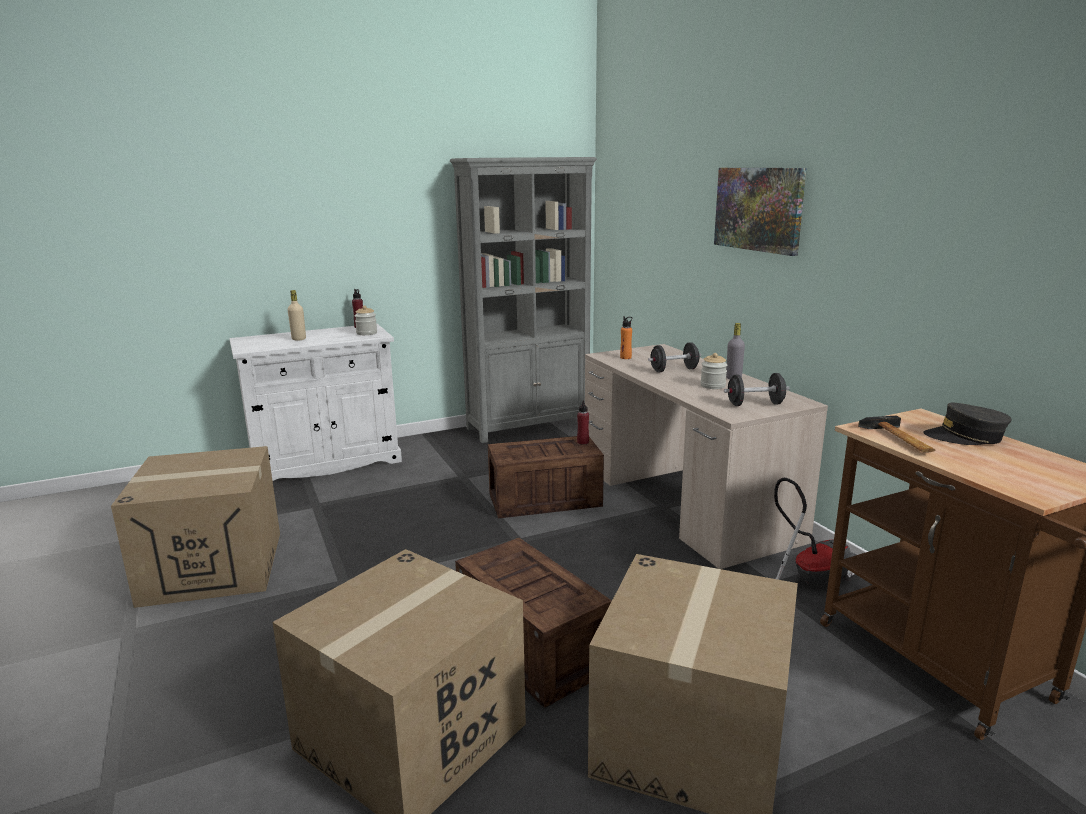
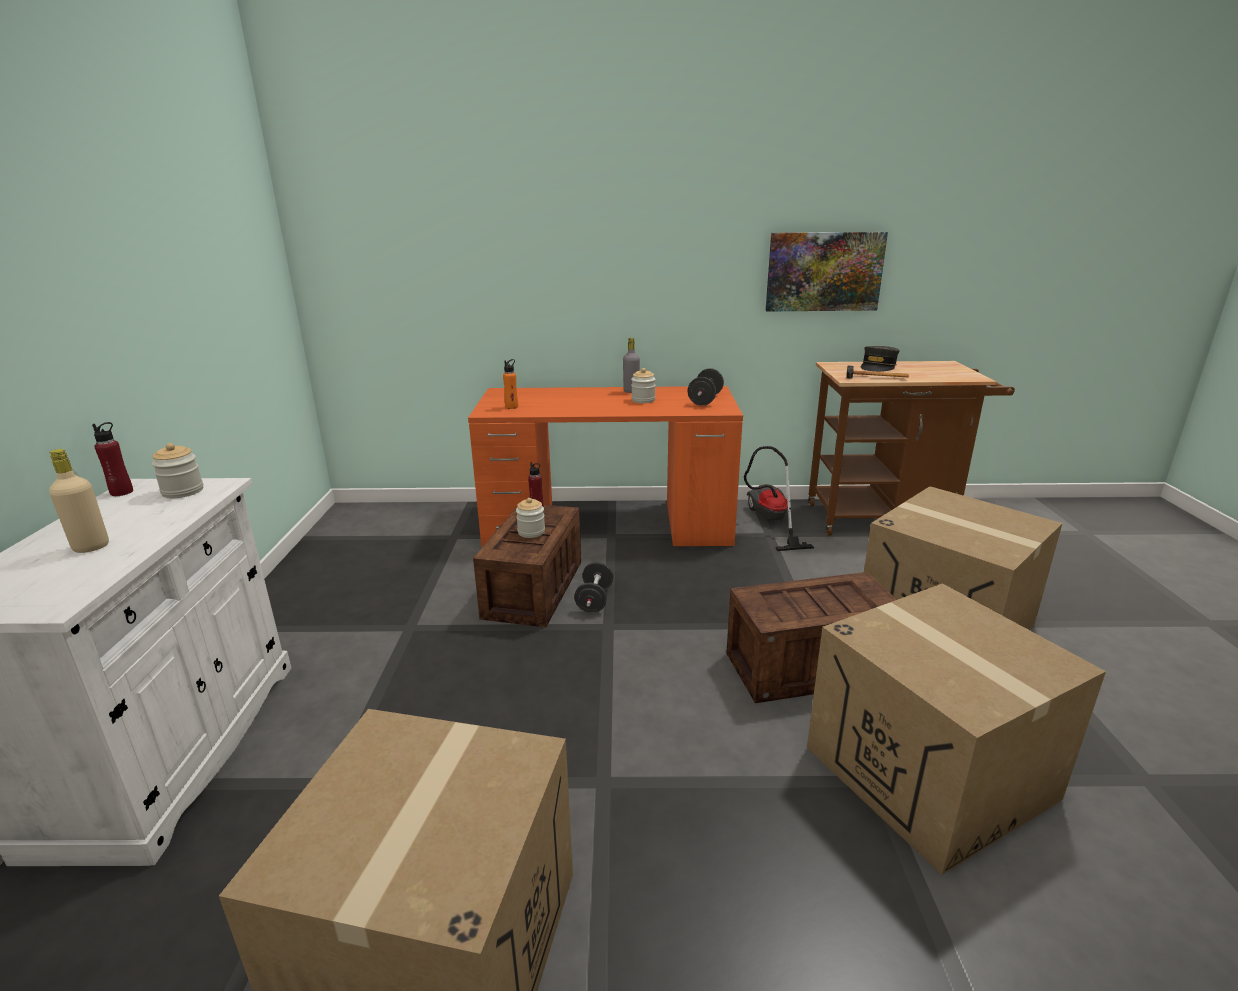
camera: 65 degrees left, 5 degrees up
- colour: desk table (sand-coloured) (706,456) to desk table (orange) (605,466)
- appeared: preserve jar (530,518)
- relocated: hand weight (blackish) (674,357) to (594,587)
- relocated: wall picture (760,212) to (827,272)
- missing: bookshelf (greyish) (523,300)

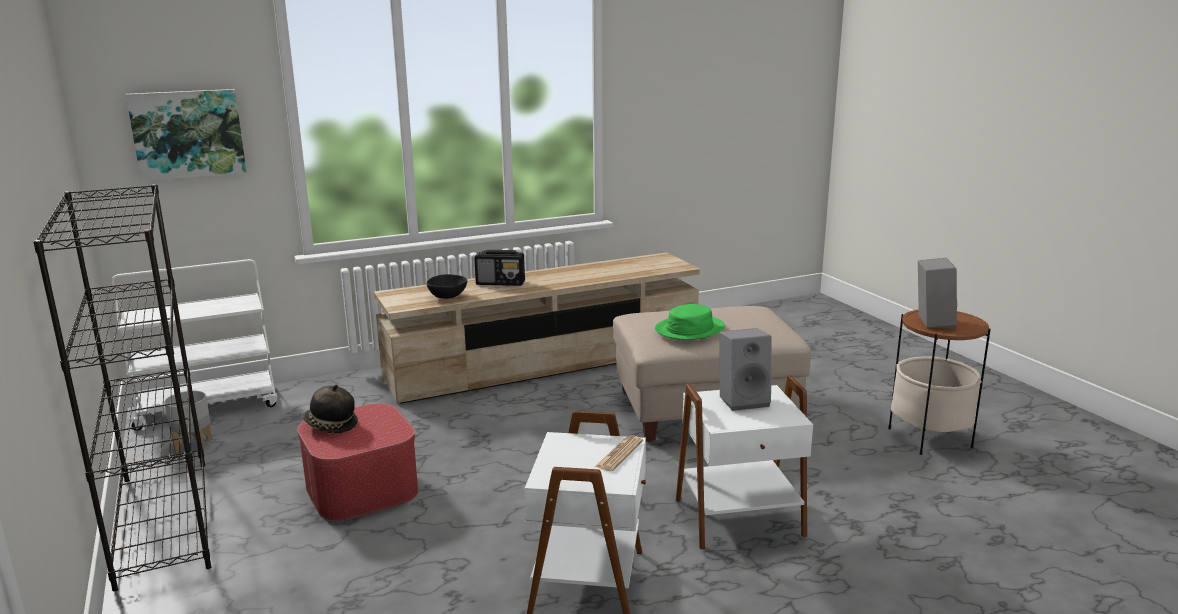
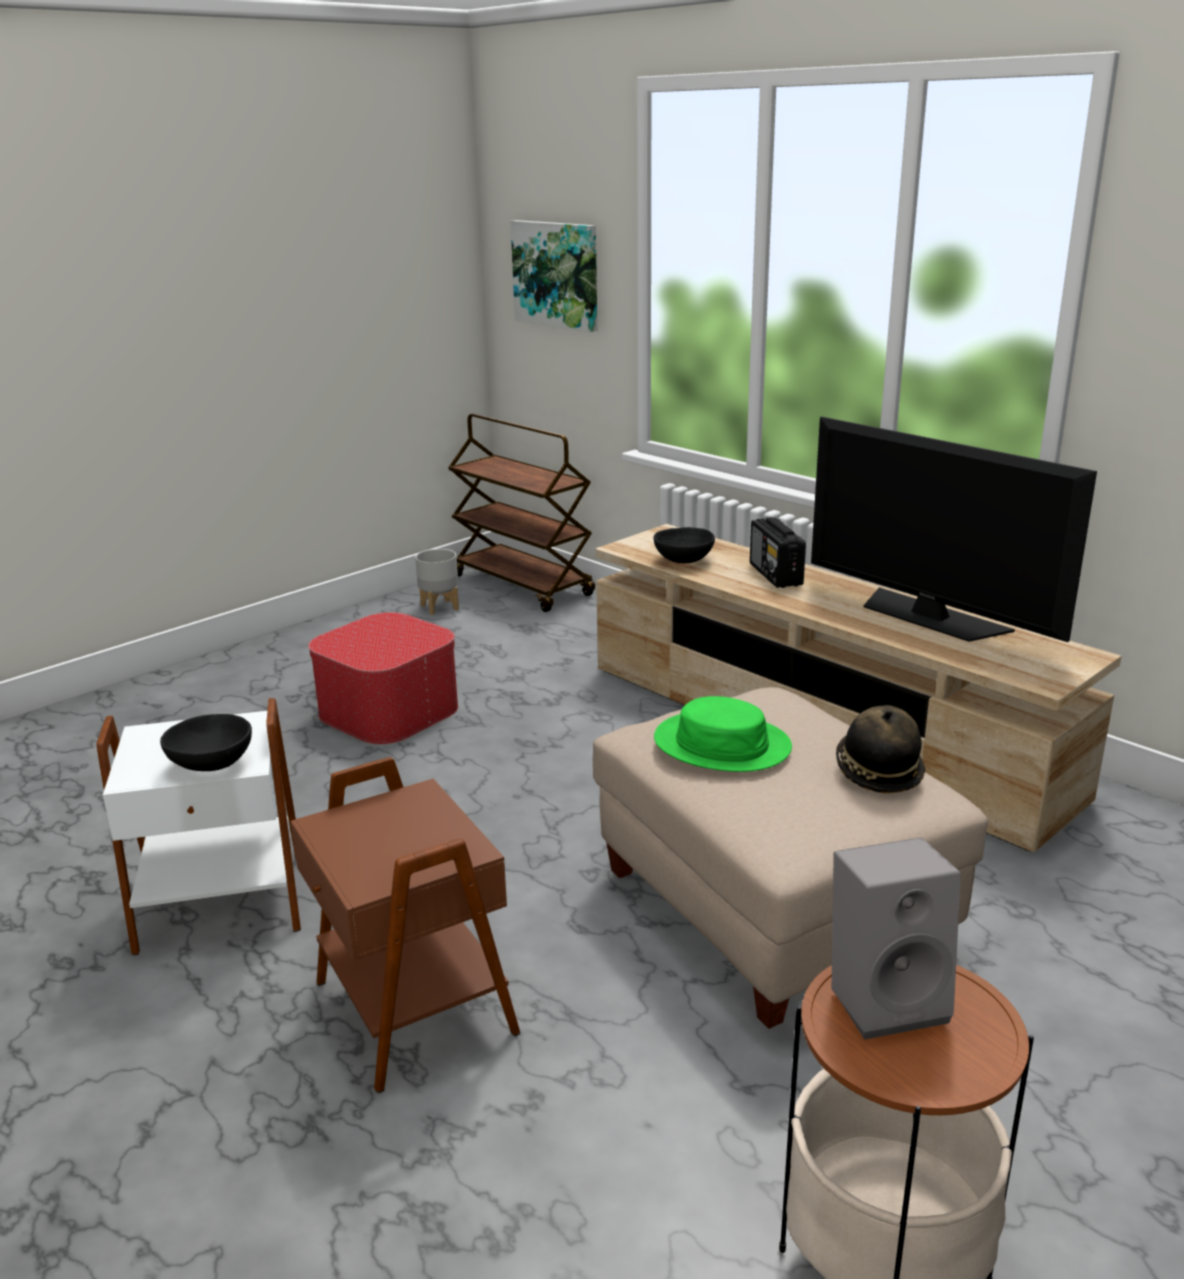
camera: 70 degrees right, 5 degrees up
- exchanged: printed paper (619,453) to serving bowl (blackish) (206,742)
- colour: end table (whitish) (744,462) to end table (brown) (405,925)
- colour: wheeled cart (whitish) (194,345) to wheeled cart (brown) (521,512)
- appeared: TV set (954,529)
- relocated: hat (330,409) to (880,749)
- missing: bookshelf (blackish) (122,387)
- missing: speaker (greyish) (745,369)

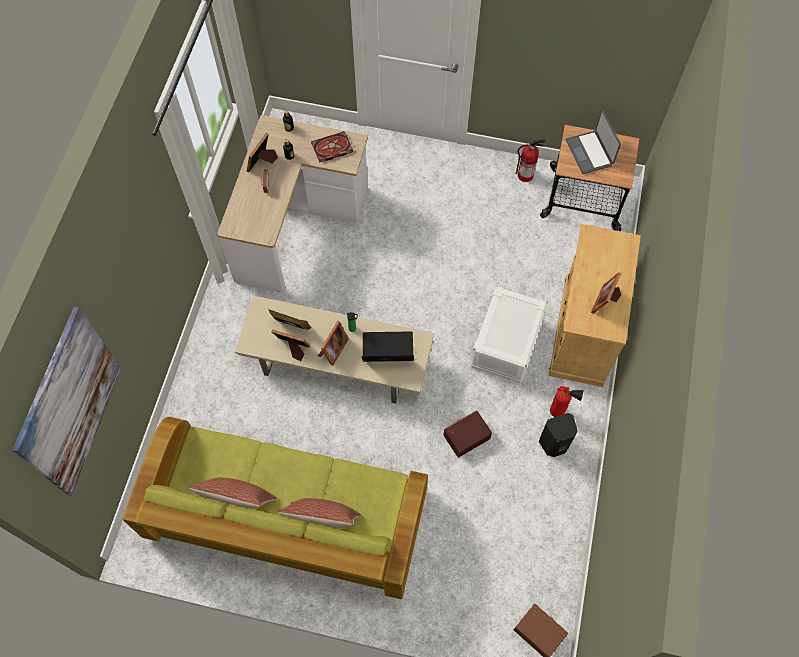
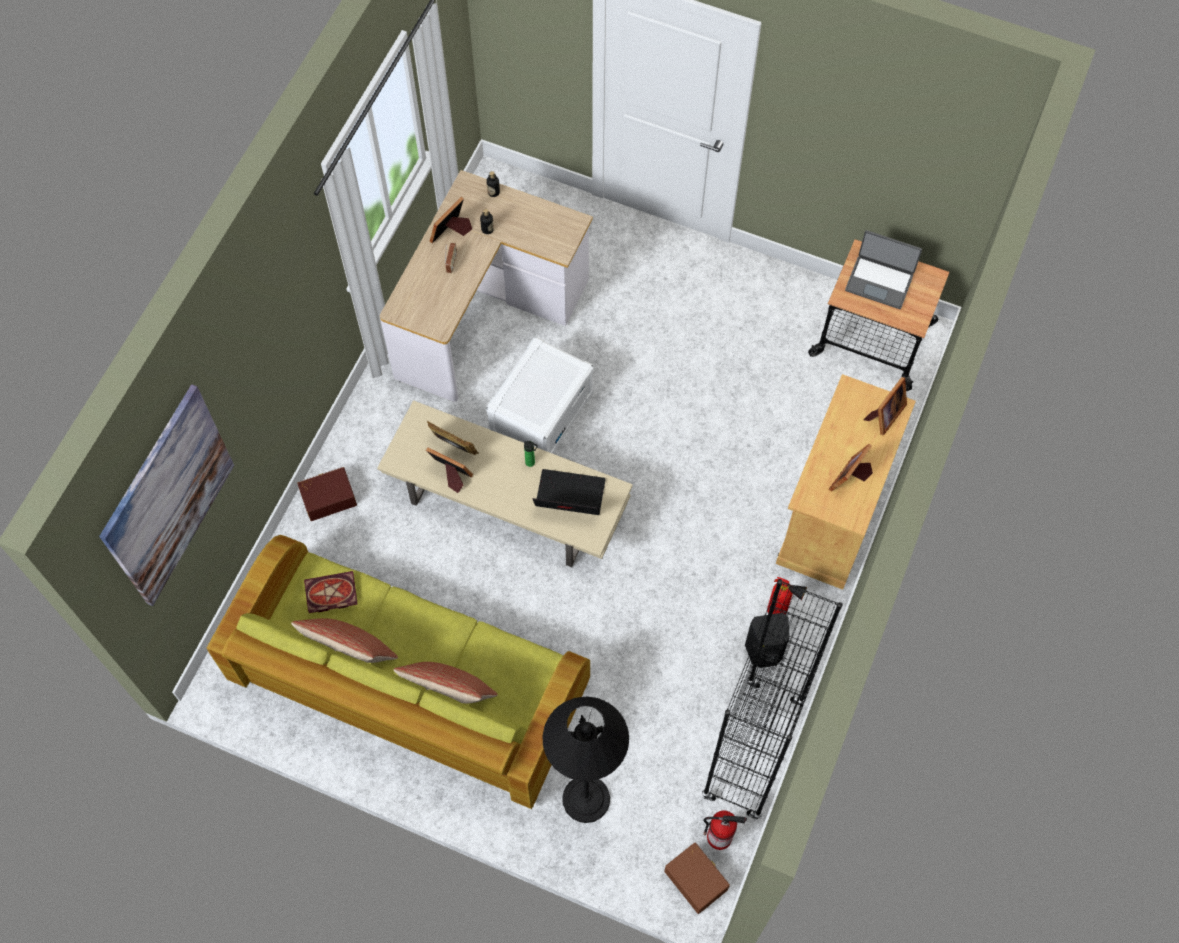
camera: 10 degrees right, 0 degrees up
- relocated: storage bin (brown) (467,434) to (327,494)
- relocated: book (332,147) to (331,592)
- relocated: storage bin (whitish) (509,335) to (539,395)
- appeared: standard lamp (blackish) (585,759)
- appeared: bookshelf (blackish) (772,699)
- relocated: fire extinguisher (531,161) to (725,830)
- spun: notebook computer (593,142) = (883,269) 60 degrees counterclockwise
- relocated: photo frame (333,343) to (885,406)

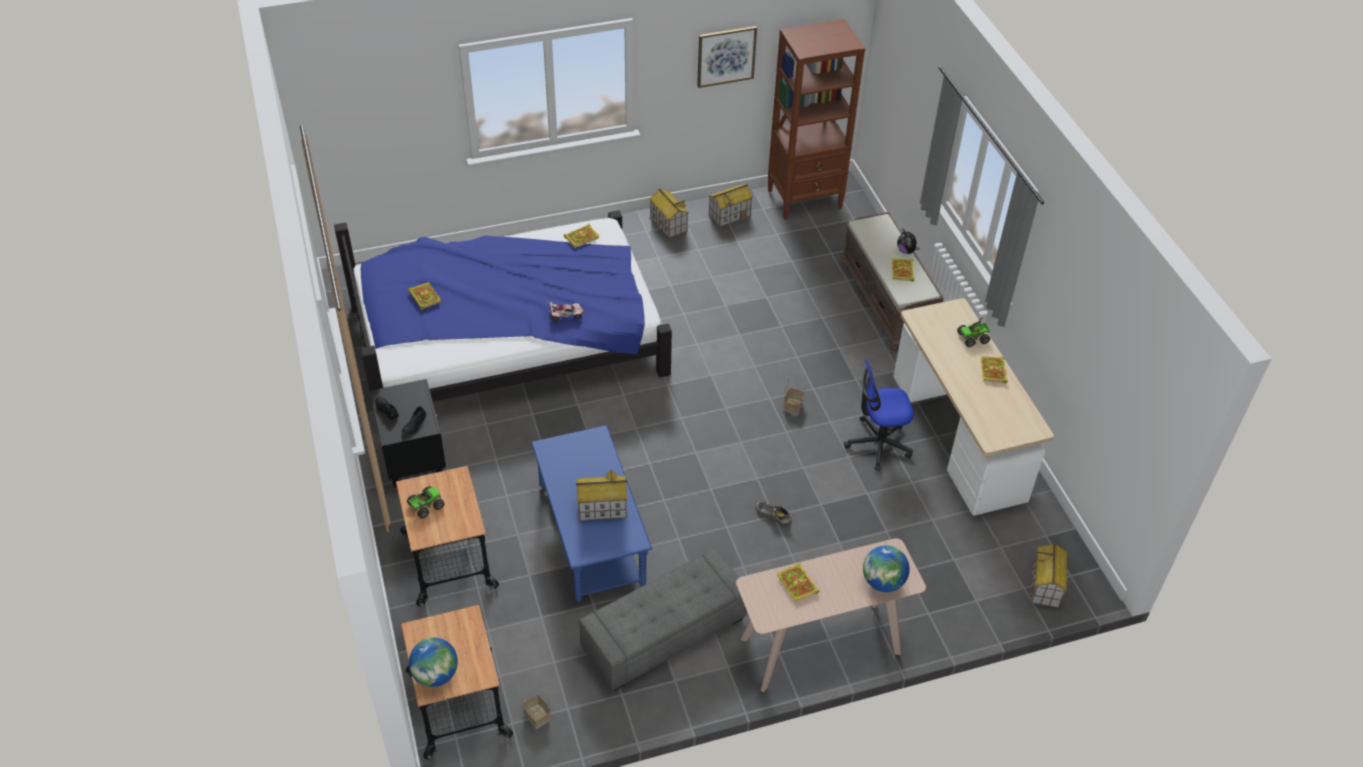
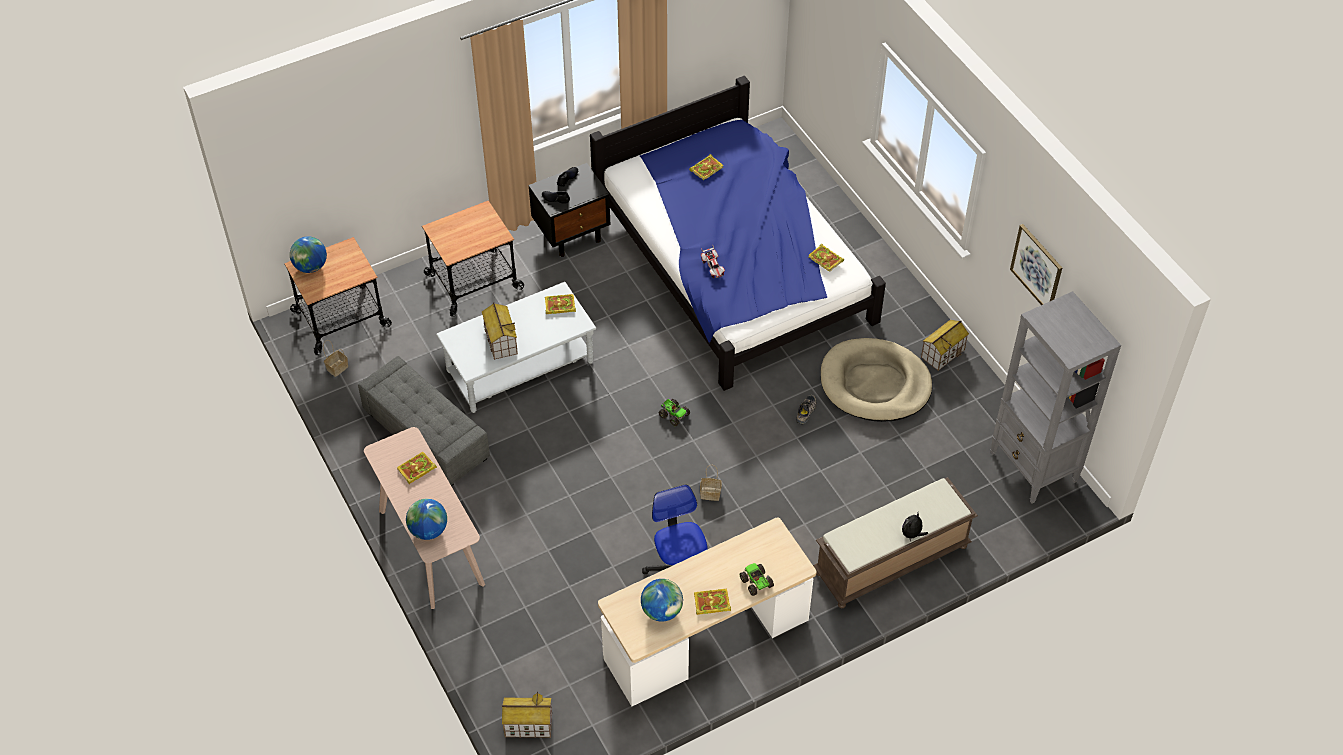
camera: 80 degrees right, 5 degrees up
- colour: low table (bluish) (592,514) to low table (greyish) (516,347)
- relocated: book (903,270) to (560,304)
- appeared: desk globe (662,600)
- relocated: model truck (426,502) to (674,412)
- relocated: item of footwear (774,514) to (806,409)
- appeared: pet bed (sand-coloured) (876,380)
- colour: bookshelf (brown) (816,119) to bookshelf (greyish) (1055,397)
- missing: toy house (731,205)

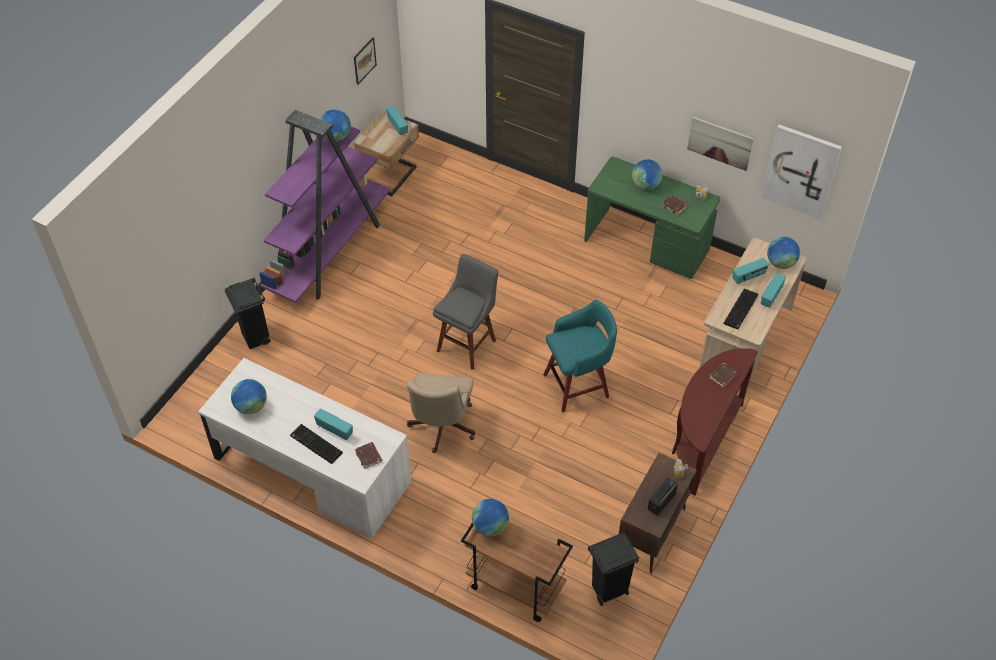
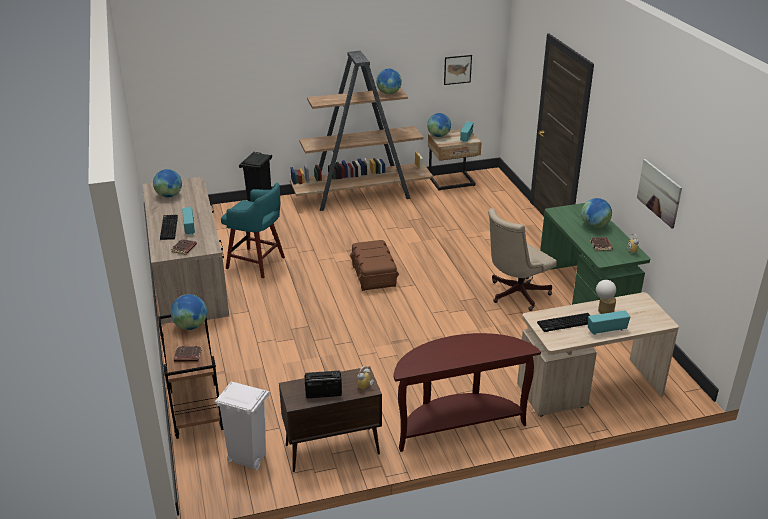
camera: 45 degrees right, 20 degrees down
- colour: desk table (whitish) (305,448) to desk table (brown) (186,250)
- relocated: book (brown) (723,375) to (188,354)
- colour: trash can (blackish) (613,569) to trash can (whitish) (242,426)
- relocated: sitting stool (turquoise) (580,356) to (253,230)
- colour: bookshelf (purple-coloured) (325,206) to bookshelf (brown) (361,131)
- exchanged: sitting stool (greyish) (465,312) to storage bin (brown) (374,265)
- relocated: desk globe (783,253) to (439,125)
- relocated: desk chair (sand-coloured) (440,412) to (522,259)
- exchanged: radio receiver (750,271) to table lamp (606,297)
- missing: wall picture (801,171)

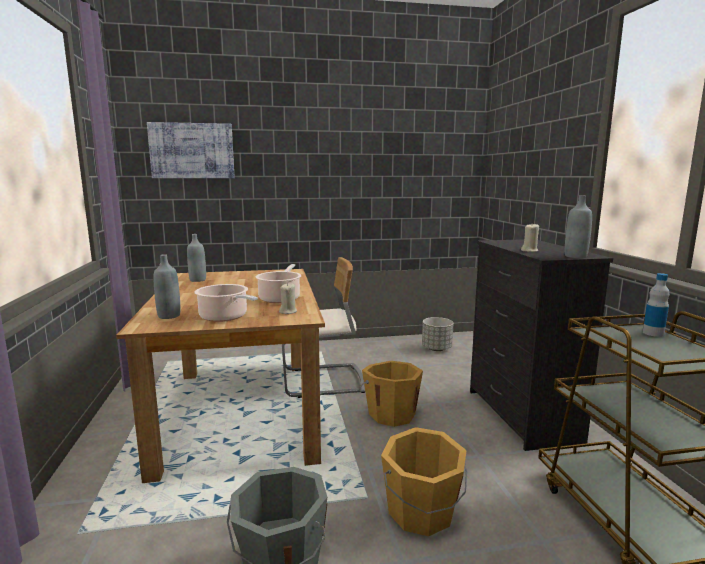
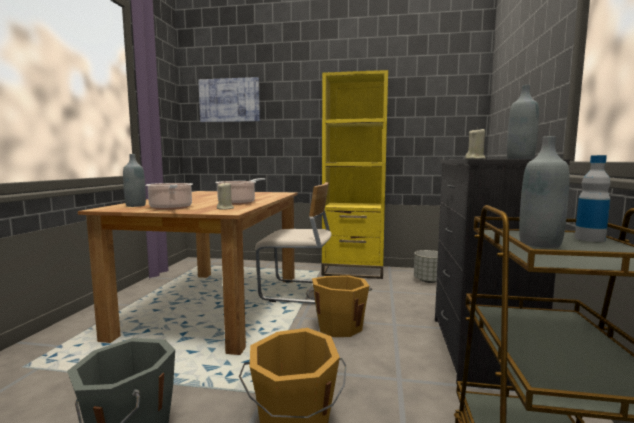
camera: 20 degrees right, 5 degrees down
- appeared: bookshelf (yellowish) (355,174)
- relocated: drink bottle (greyish) (196,258) to (544,192)

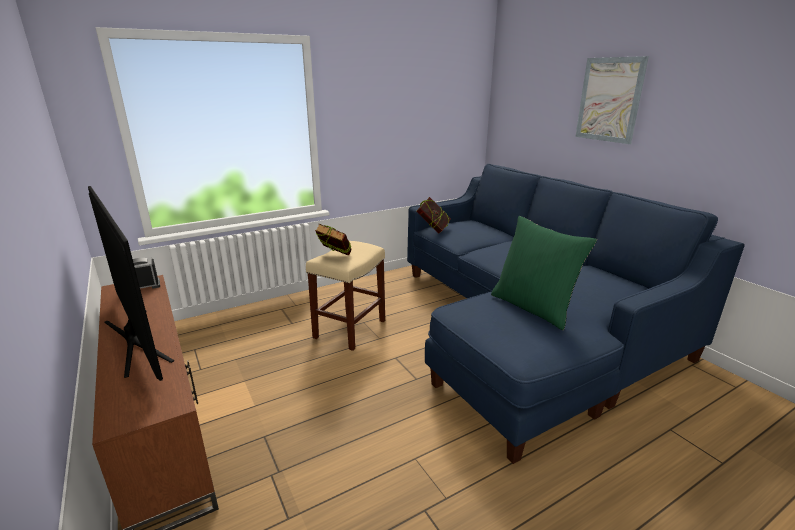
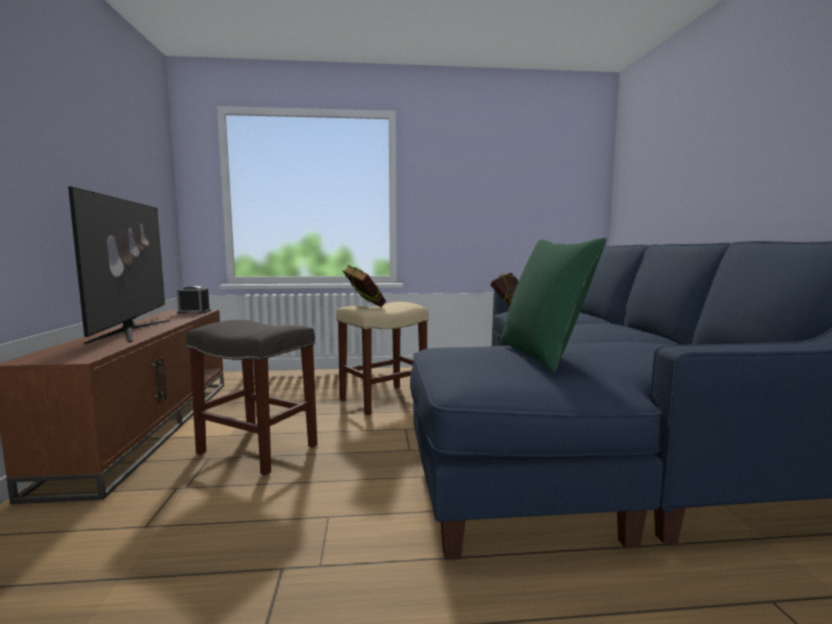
camera: 25 degrees right, 15 degrees down
- appeared: sitting stool (greyish) (252,398)
- missing: wall picture (612,100)

